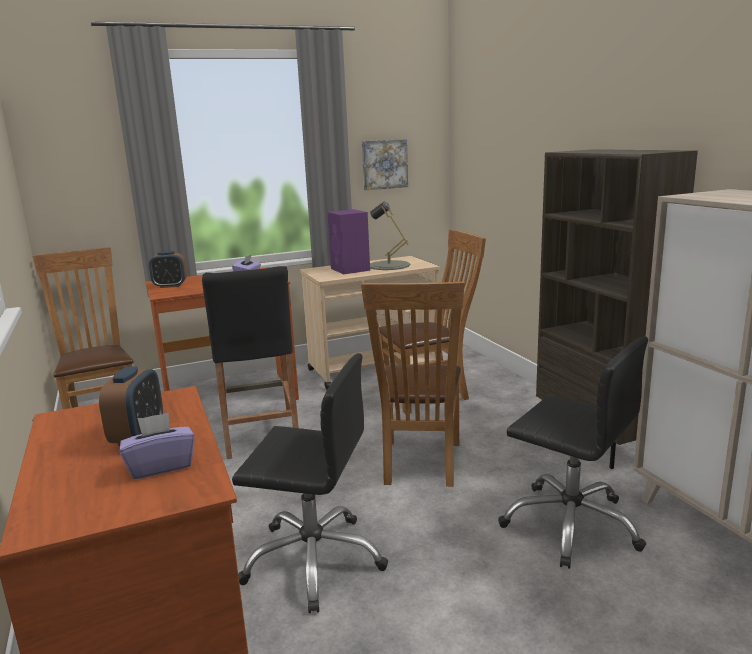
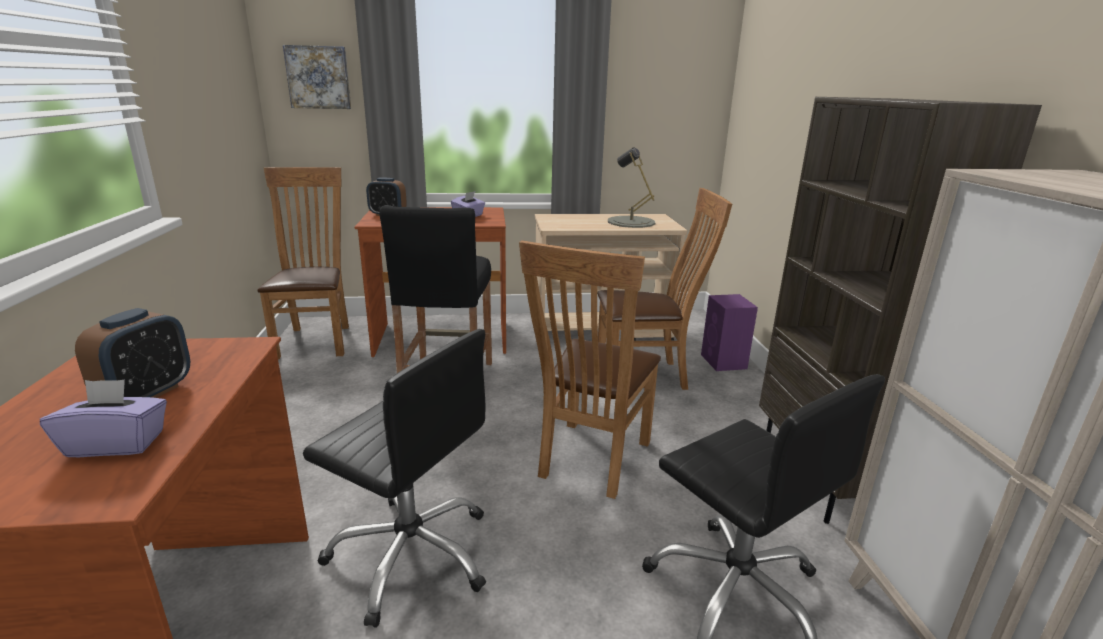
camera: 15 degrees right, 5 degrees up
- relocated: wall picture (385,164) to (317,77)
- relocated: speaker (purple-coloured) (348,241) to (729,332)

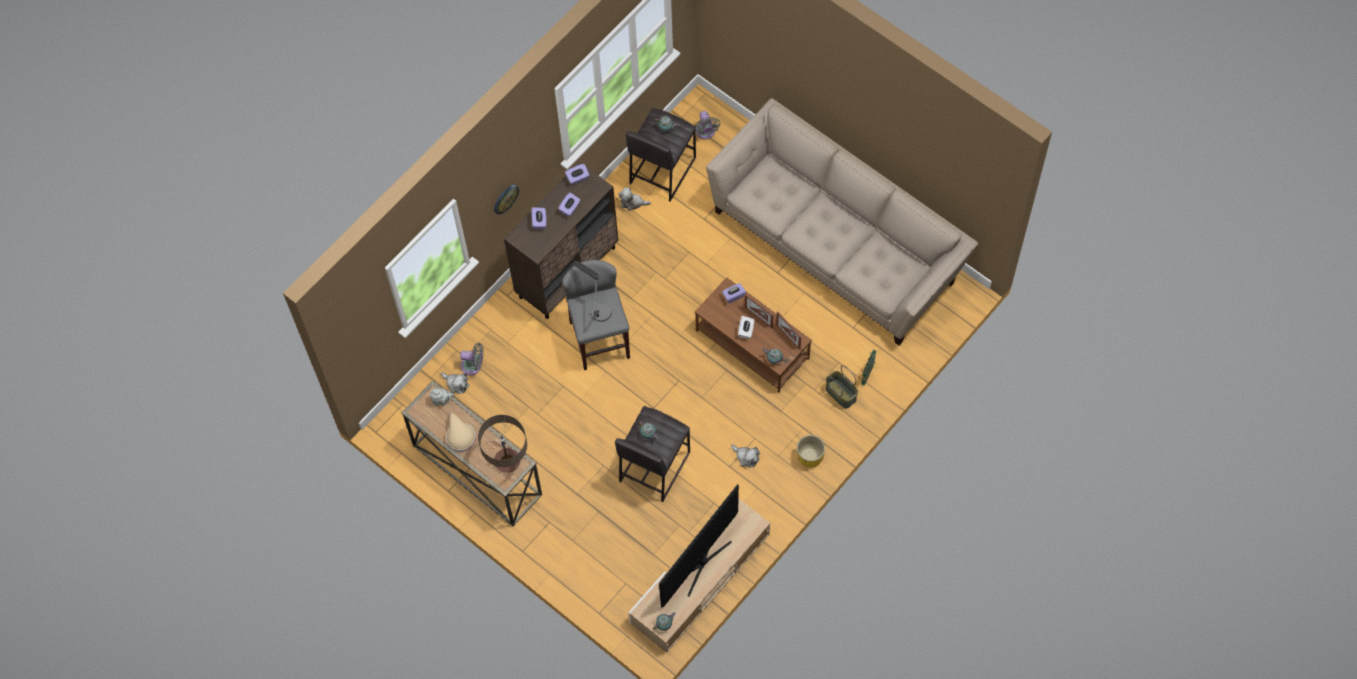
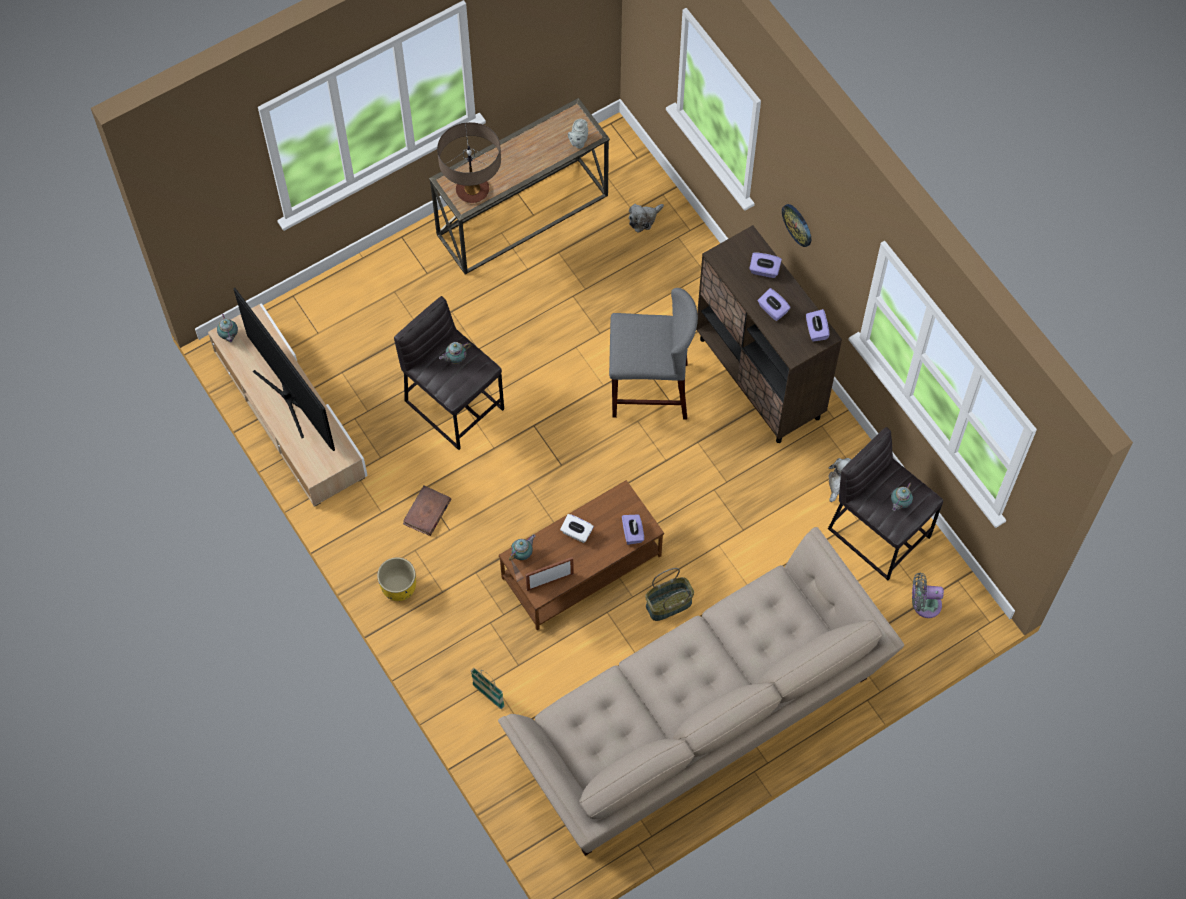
camera: 105 degrees right, 0 degrees up
- exchanged: soft toy (745,456) to book (brown) (427,511)
- relocated: household basket (842,386) to (669,594)
- missing: hat (sand-coloured) (461,432)
- missing: electric fan (greyish) (471,359)
- missing: table lamp (592,291)
- missing: photo frame (759,311)

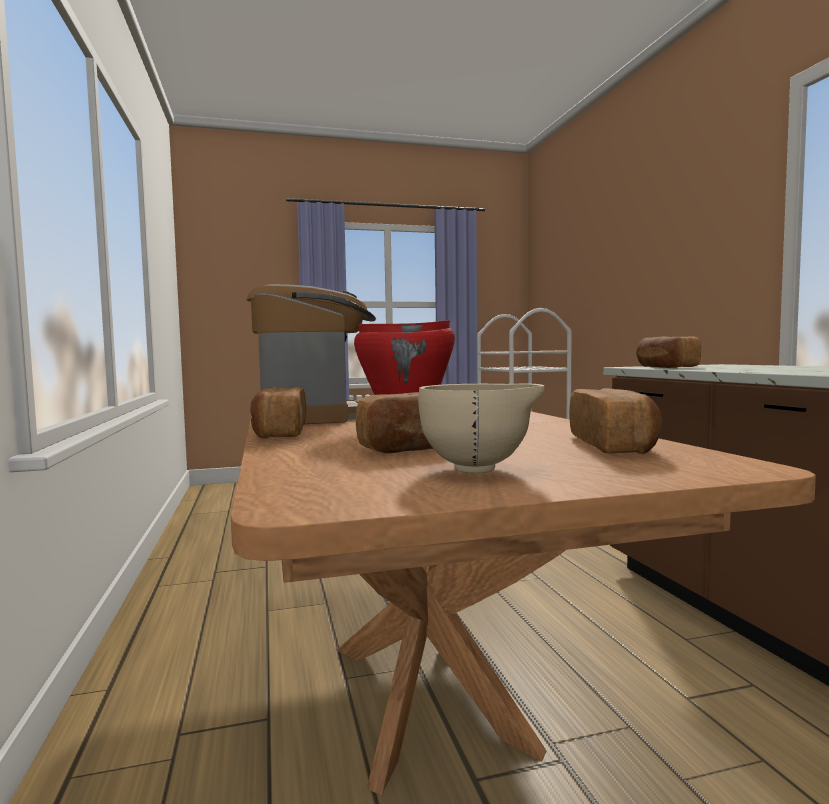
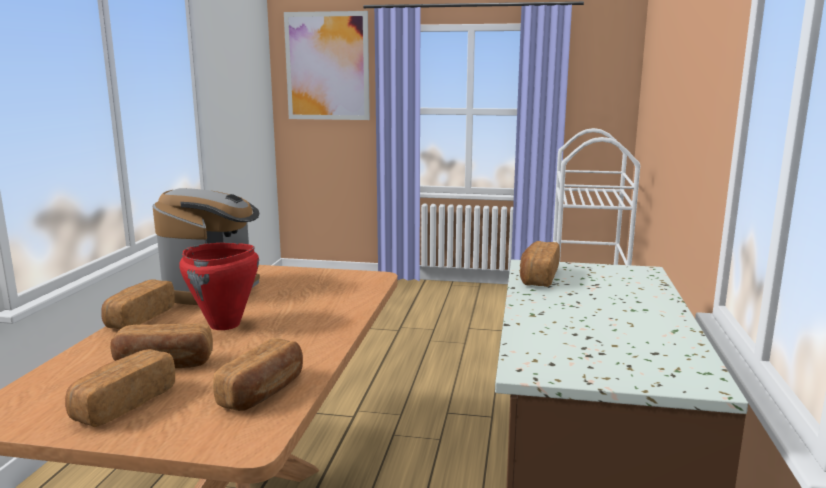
camera: 25 degrees right, 10 degrees up
- exchanged: serving bowl (sand-coloured) (481,428) to bakery bread (120,388)
- appeared: wall picture (327,65)

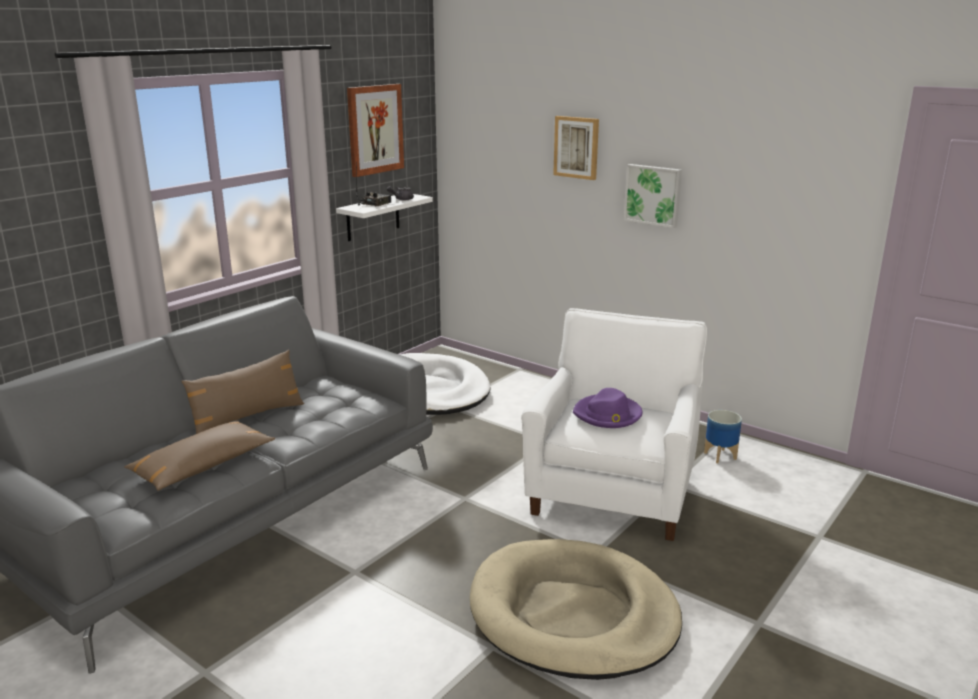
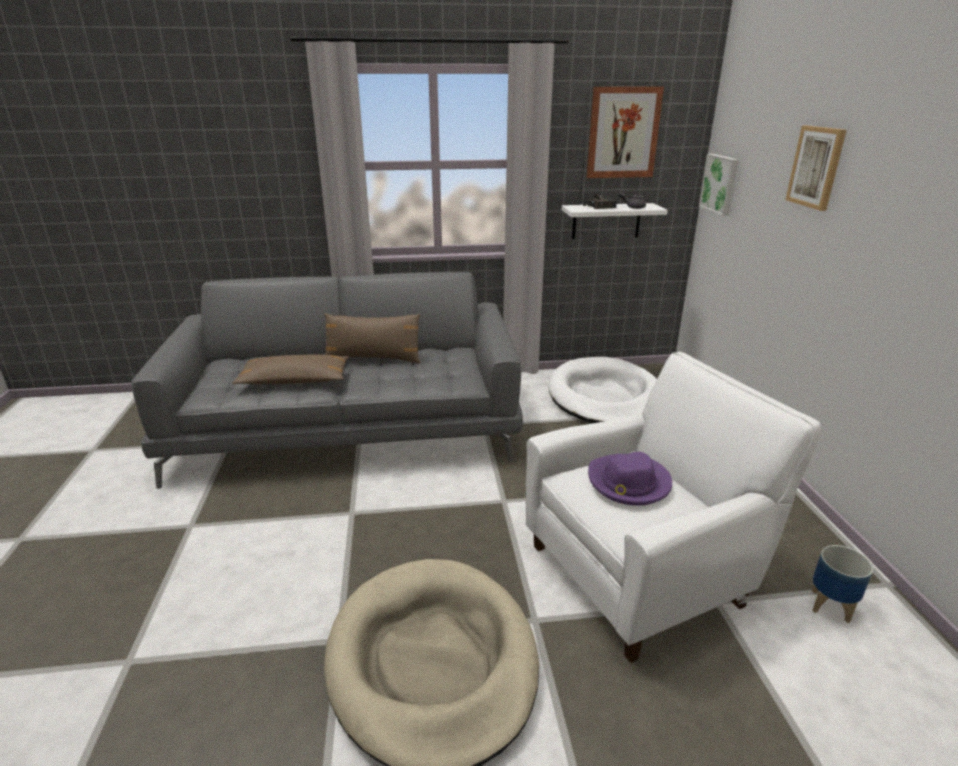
camera: 45 degrees right, 5 degrees up
- relocated: wall picture (653,196) to (719,185)

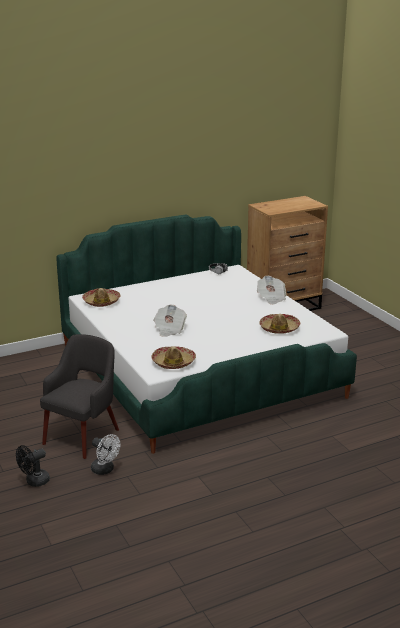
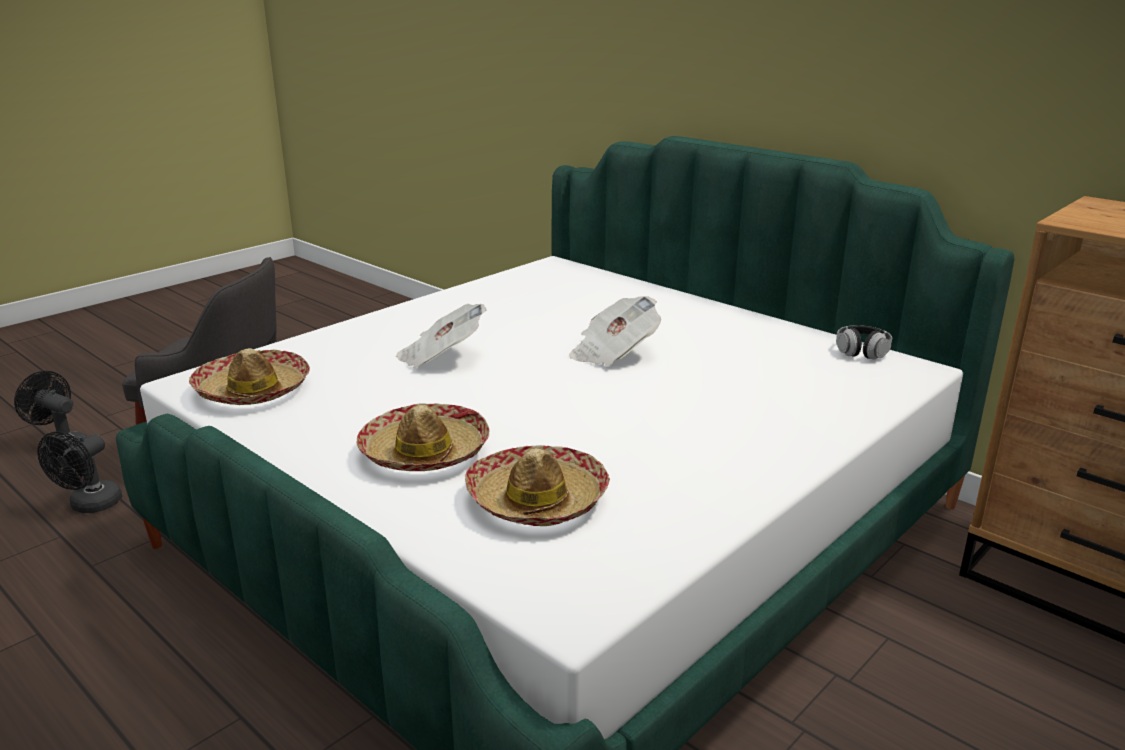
camera: 70 degrees right, 0 degrees up
- colour: electric fan (whitish) (105,454) to electric fan (blackish) (79,472)
- relocated: hat (101,297) to (423,437)
- relocated: printed paper (271,290) to (615,331)

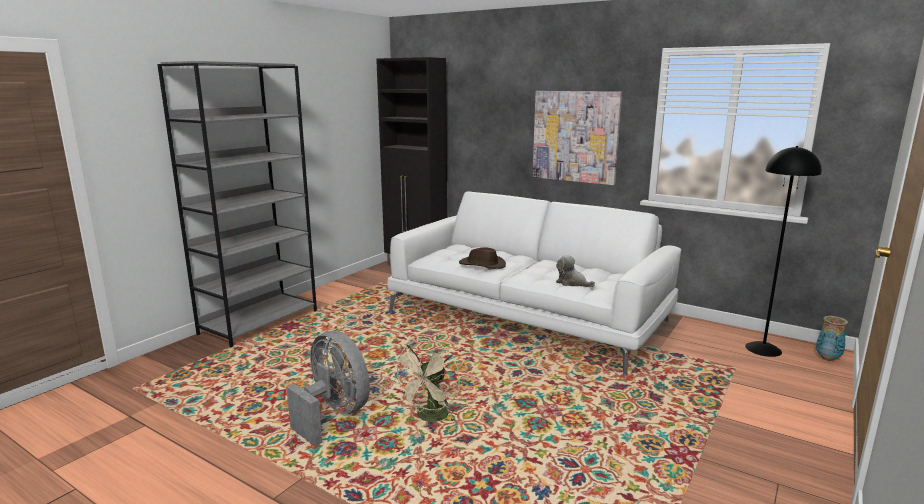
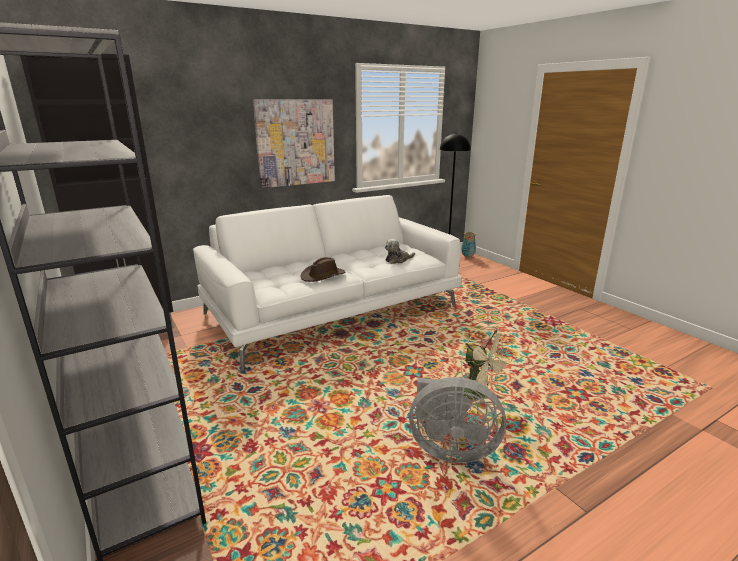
camera: 65 degrees left, 5 degrees up
- spun: electric fan (greyish) (328,388) = (457,420) 150 degrees counterclockwise

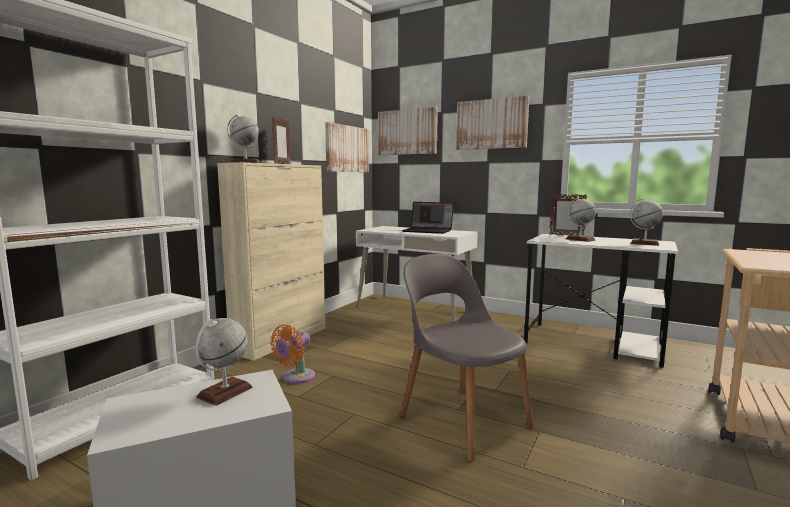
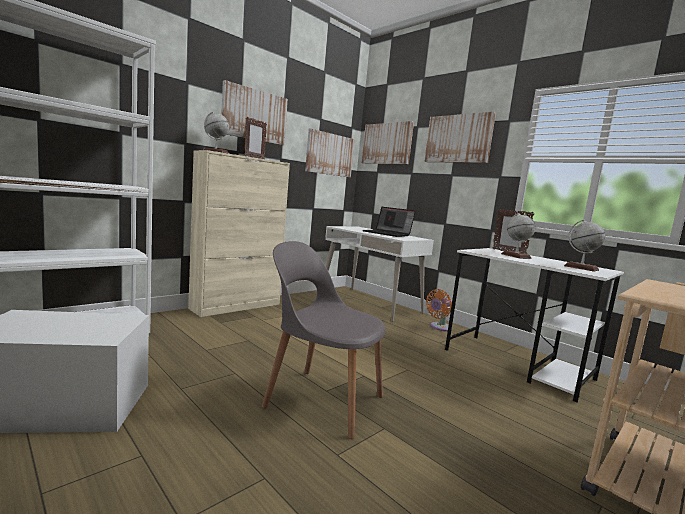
camera: 15 degrees right, 0 degrees up
- appeared: wall picture (254,112)
- spun: chair (greyish) (467,358) = (324,340) 45 degrees counterclockwise
- relocated: electric fan (orange) (292,354) to (439,310)
- missing: desk globe (224,362)

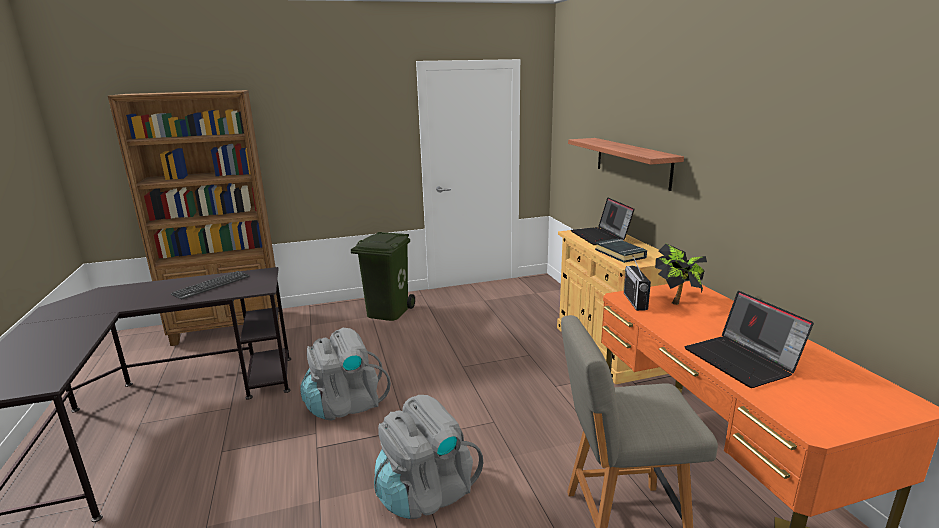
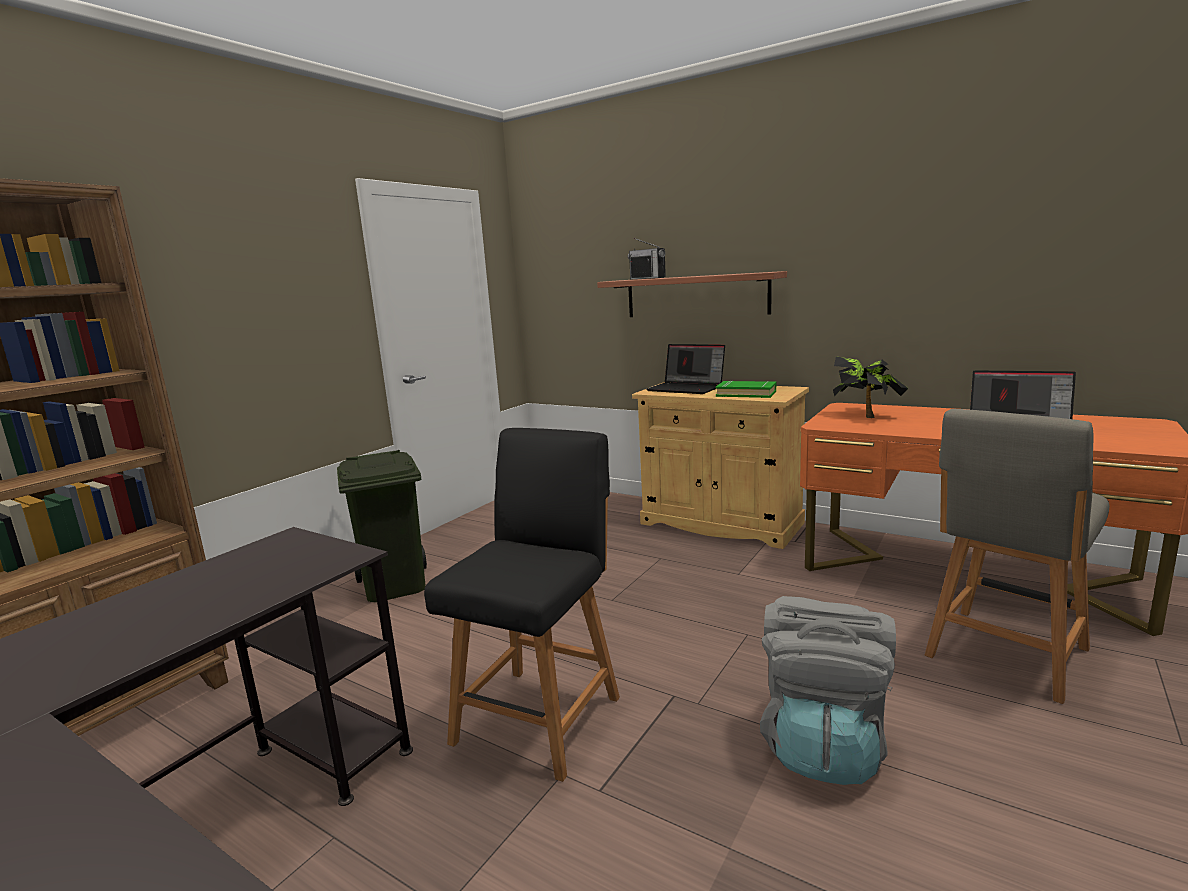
camera: 40 degrees left, 5 degrees down
- exchanged: knapsack (greyish) (345,374) to chair (blackish) (522,605)
- relocated: radio receiver (637,283) to (647,258)
- colour: book (blackish) (621,250) to book (green-coloured) (746,389)
- missing: keyboard (210,285)

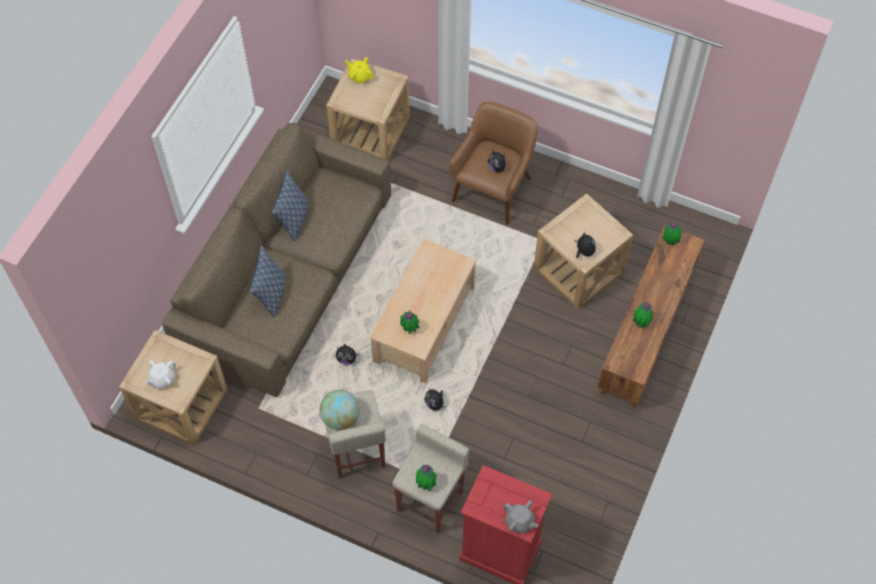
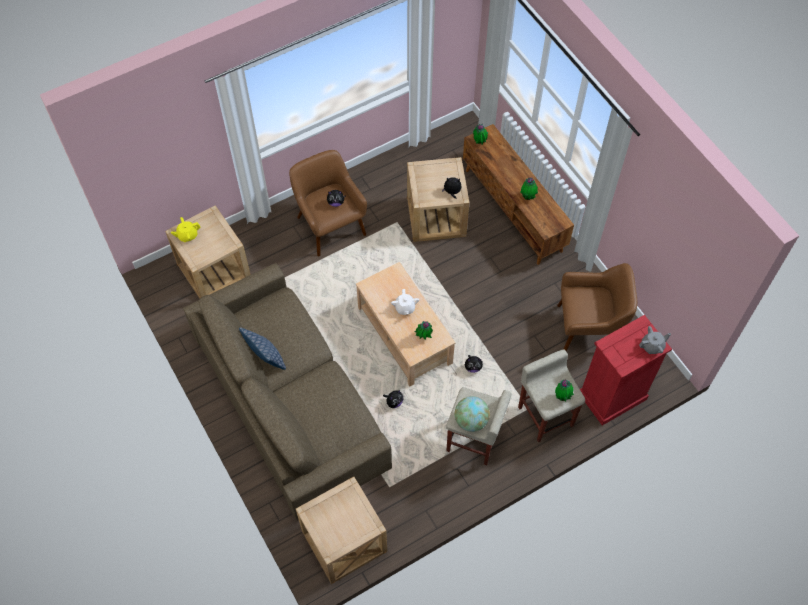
camera: 55 degrees left, 0 degrees up
- relocated: tea pot (whitish) (160,374) to (405,302)
- appeared: lounge chair (brown) (597,307)
- missing: pillow (268,282)

